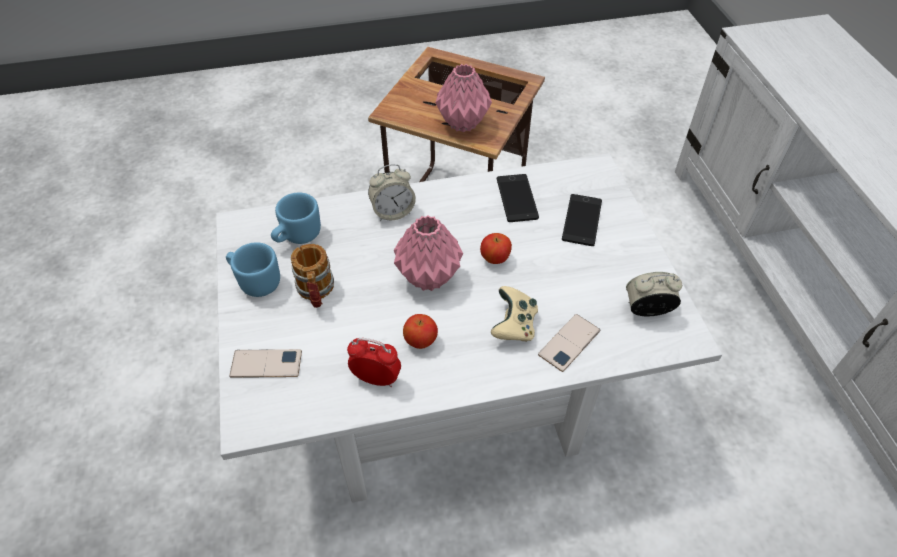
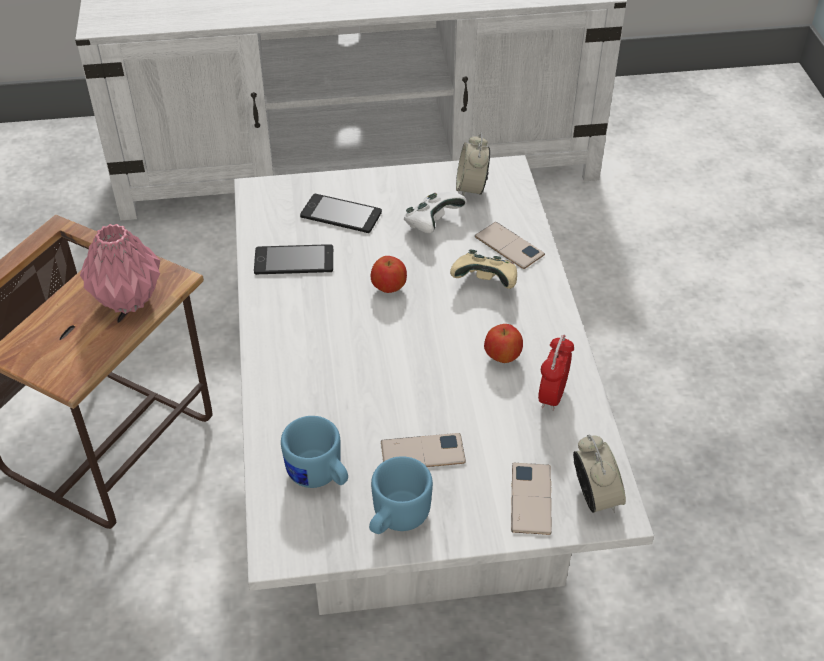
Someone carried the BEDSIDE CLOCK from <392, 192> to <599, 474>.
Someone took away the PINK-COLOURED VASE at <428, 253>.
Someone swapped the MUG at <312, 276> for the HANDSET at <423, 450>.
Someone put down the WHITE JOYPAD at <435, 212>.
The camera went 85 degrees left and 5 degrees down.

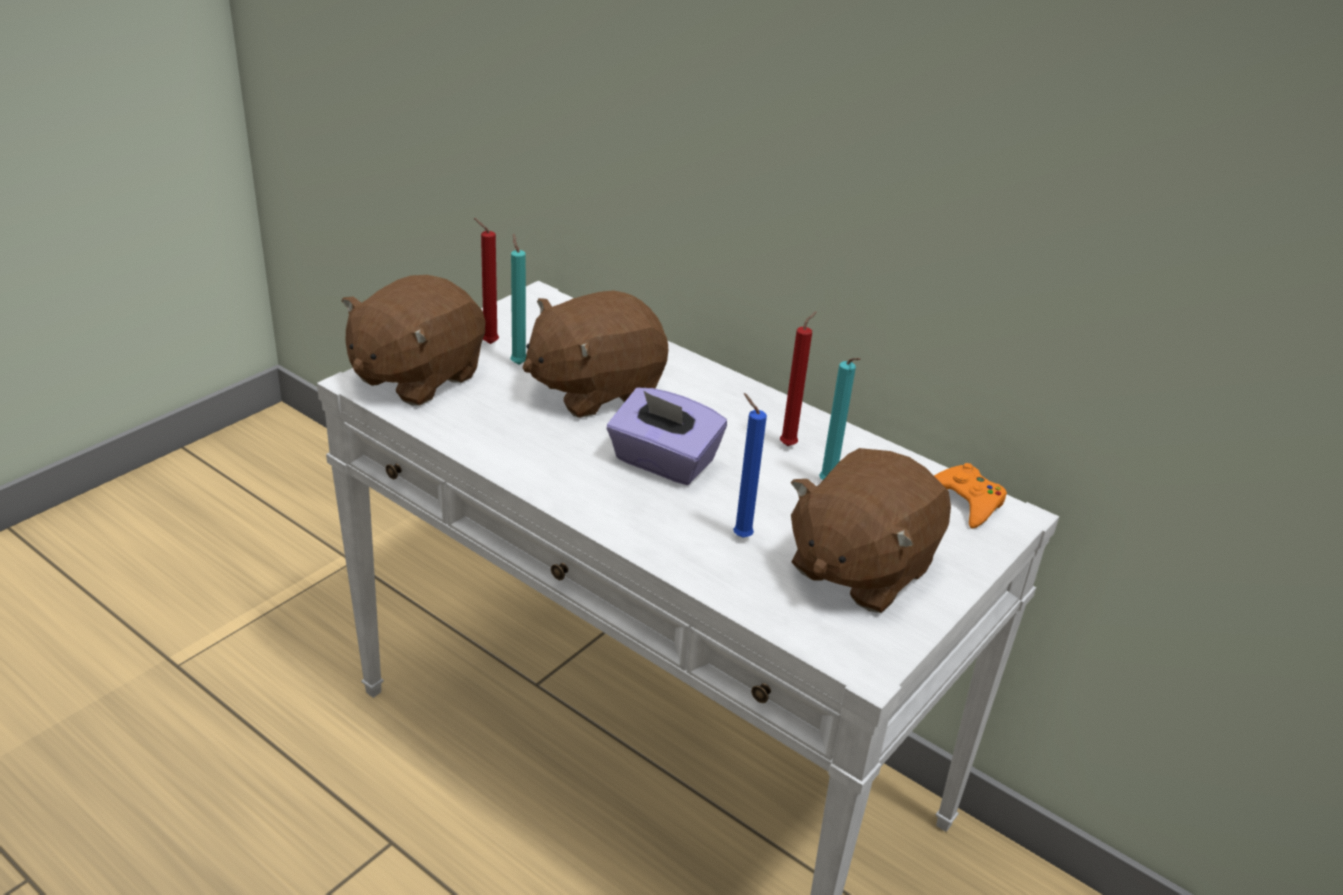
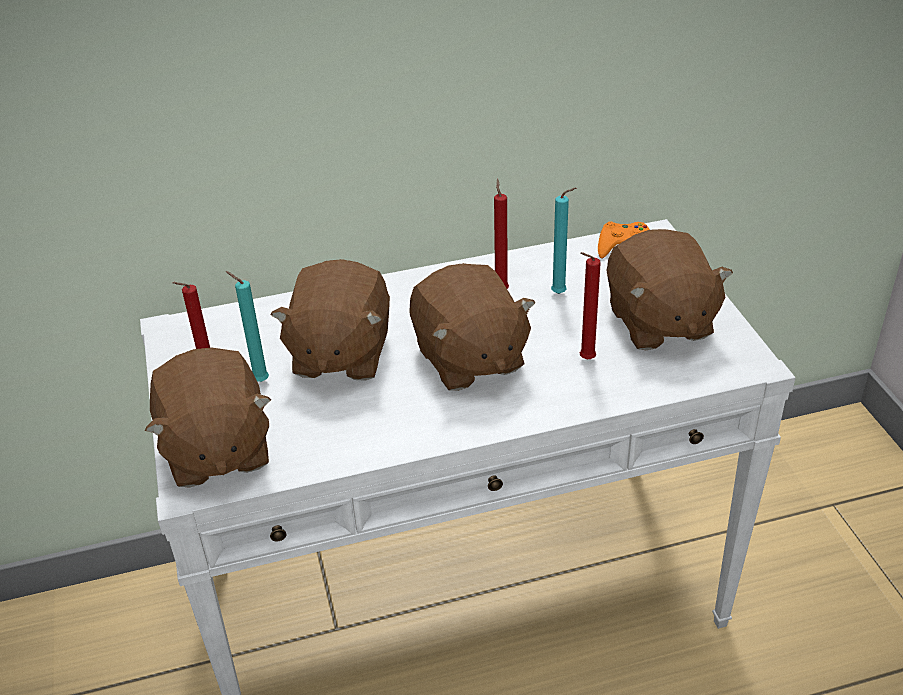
Someone swapped the PURPLISH TISSUE BOX at <667, 436> for the BROWN SOFT TOY at <472, 327>.
Someone repainted the BLUE WAX CANDLE at <750, 465>, which became the RED-COLOURED WAX CANDLE at <590, 306>.
The camera went 50 degrees left and 5 degrees up.

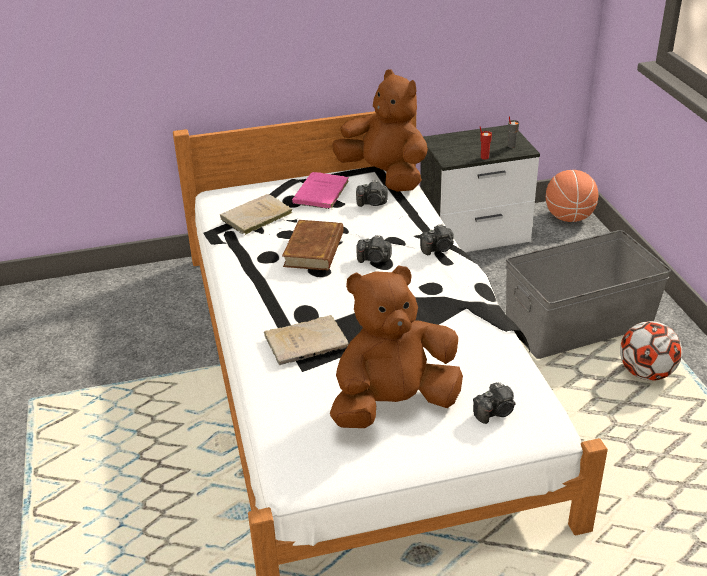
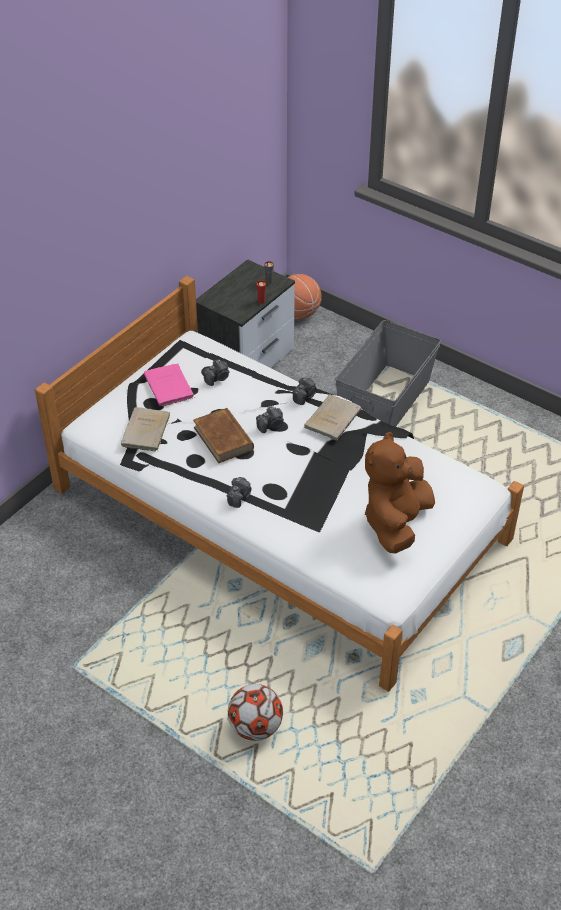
Someone took away the BROWN SOFT TOY at <380, 130>.
Someone carried the BEIGE-COLOURED BOOK from <306, 340> to <332, 418>.
Someone carried the FOOTBALL BALL from <651, 351> to <255, 712>.
Someone carried the STILL CAMERA from <494, 403> to <239, 492>.
The camera went 40 degrees left and 10 degrees up.

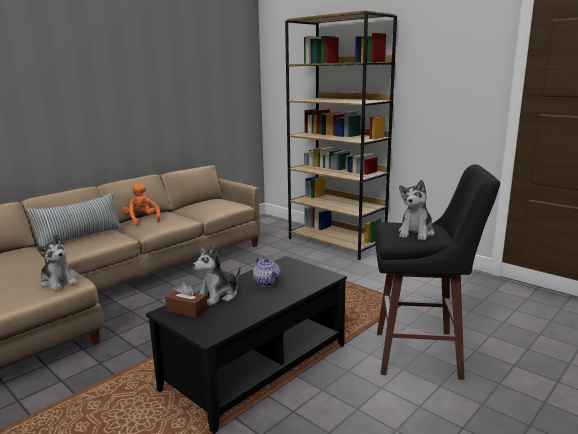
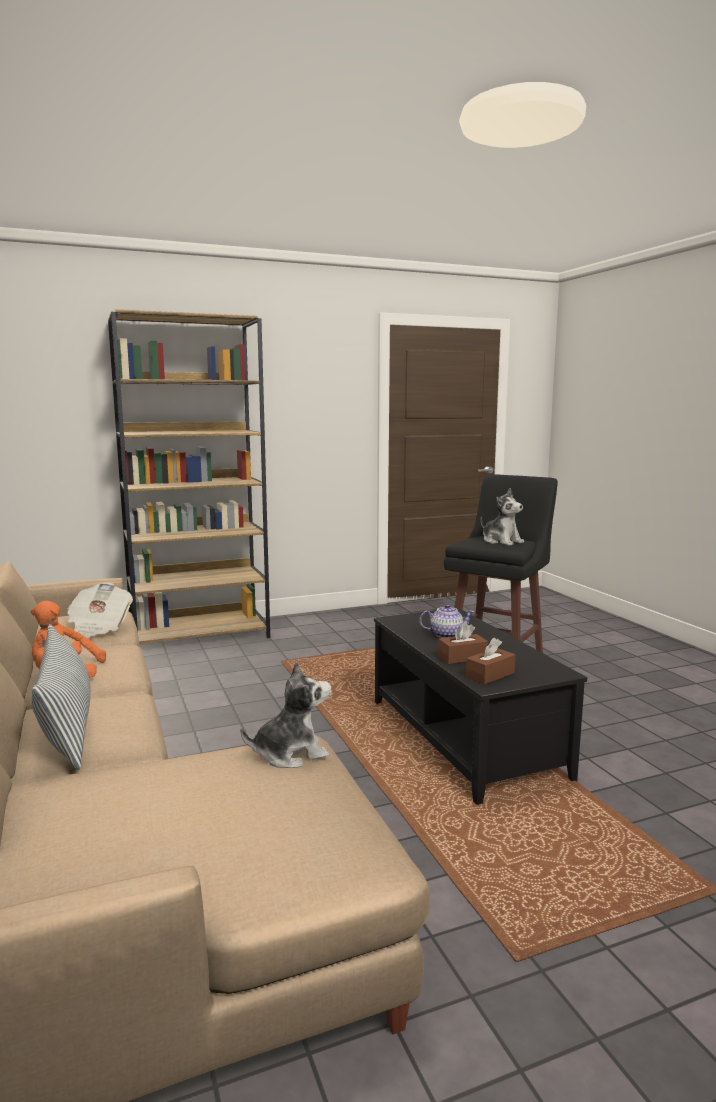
Someone swapped the SOFT TOY at <217, 275> for the BROWN TISSUE BOX at <463, 643>.
Someone put down the DAILY PAPER at <100, 610>.
The camera went 65 degrees left and 5 degrees down.

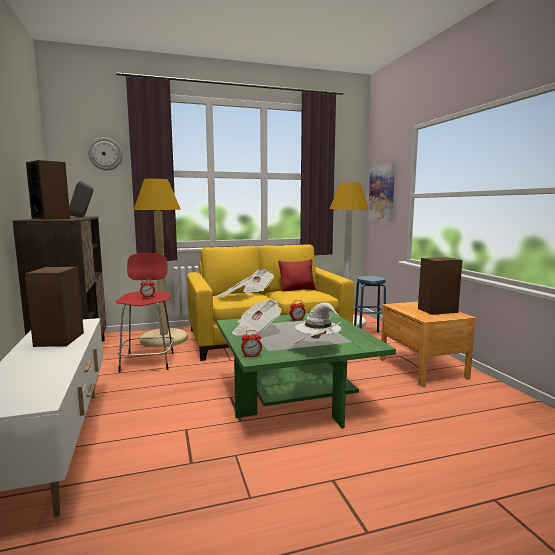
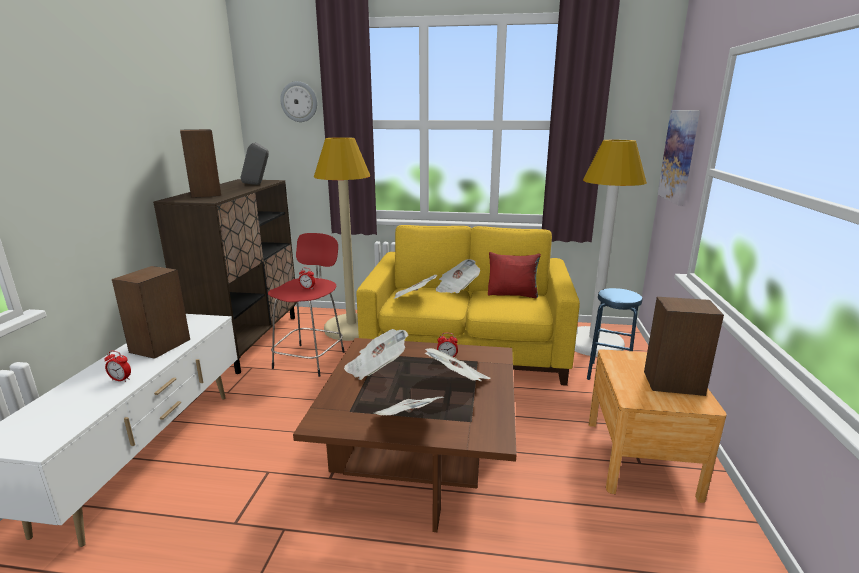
Someone swapped the WHITE WEARABLE HAT at <318, 318> for the DAILY PAPER at <458, 364>.
Someone repainted the GREEN COFFEE TABLE at <306, 369>, which became the BROWN COFFEE TABLE at <405, 435>.
Someone carried the BEDSIDE CLOCK from <251, 344> to <117, 366>.
The camera went 25 degrees right and 10 degrees up.

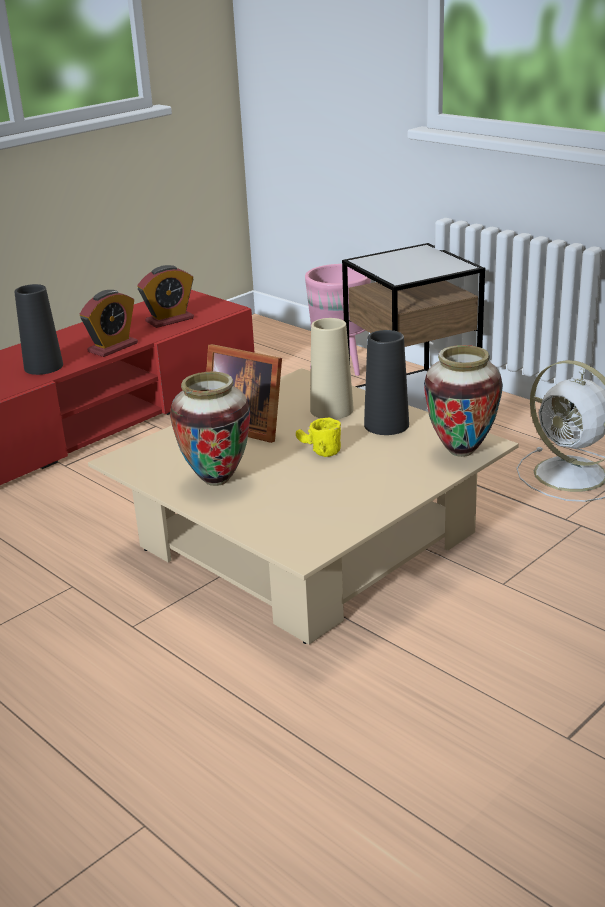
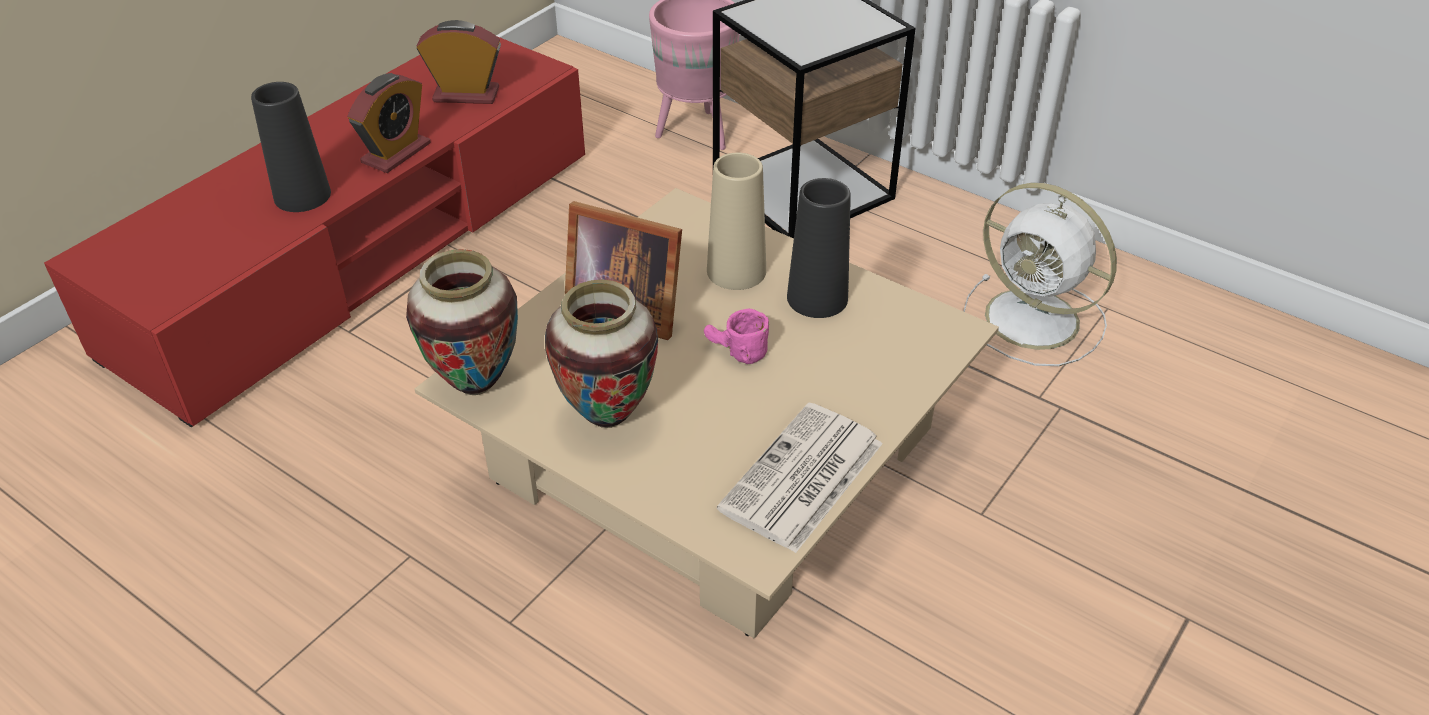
Someone rotated the BEDSIDE CLOCK at <165, 296> by 135 degrees counterclockwise.
Someone carried the VASE from <463, 401> to <462, 322>.
Someone repainted the YELLOWISH MUG at <318, 437>, which became the PINK-COLOURED MUG at <736, 336>.
Someone put down the DAILY PAPER at <800, 477>.
The camera went 10 degrees left and 15 degrees up.

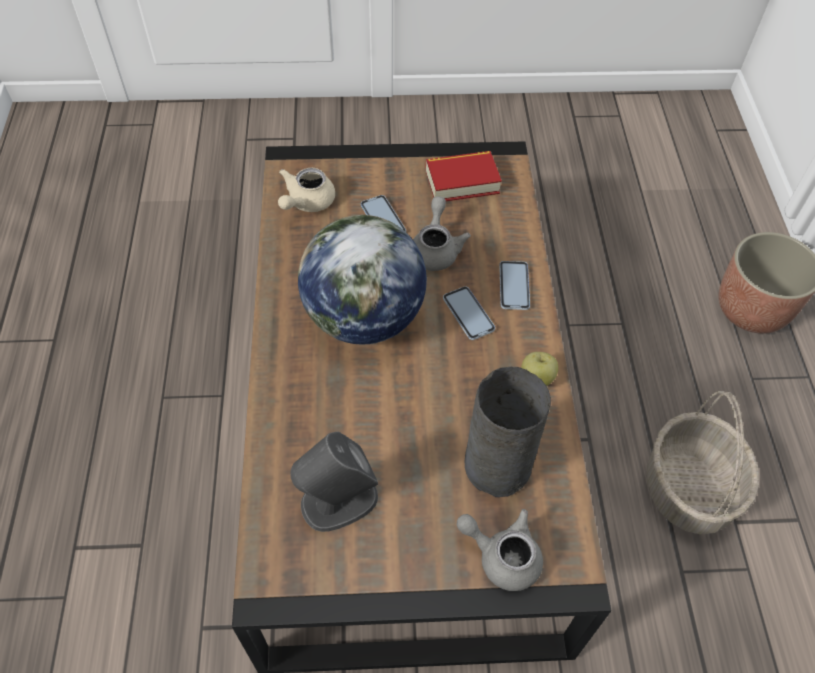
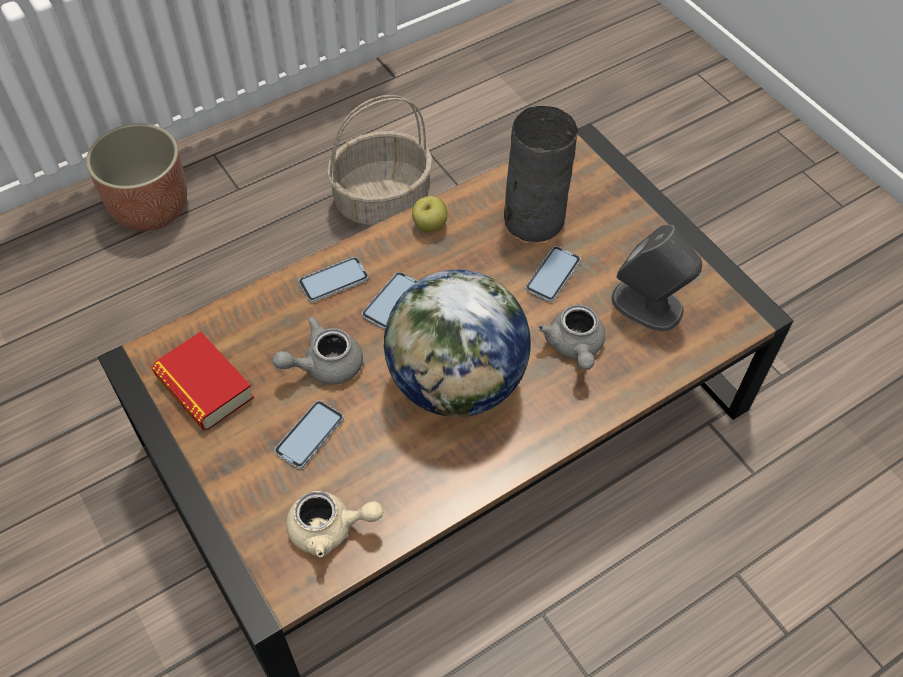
Someone carried the GREYISH TEA POT from <500, 550> to <571, 337>.
Someone put down the HANDSET at <553, 274>.
The camera went 120 degrees left and 0 degrees up.

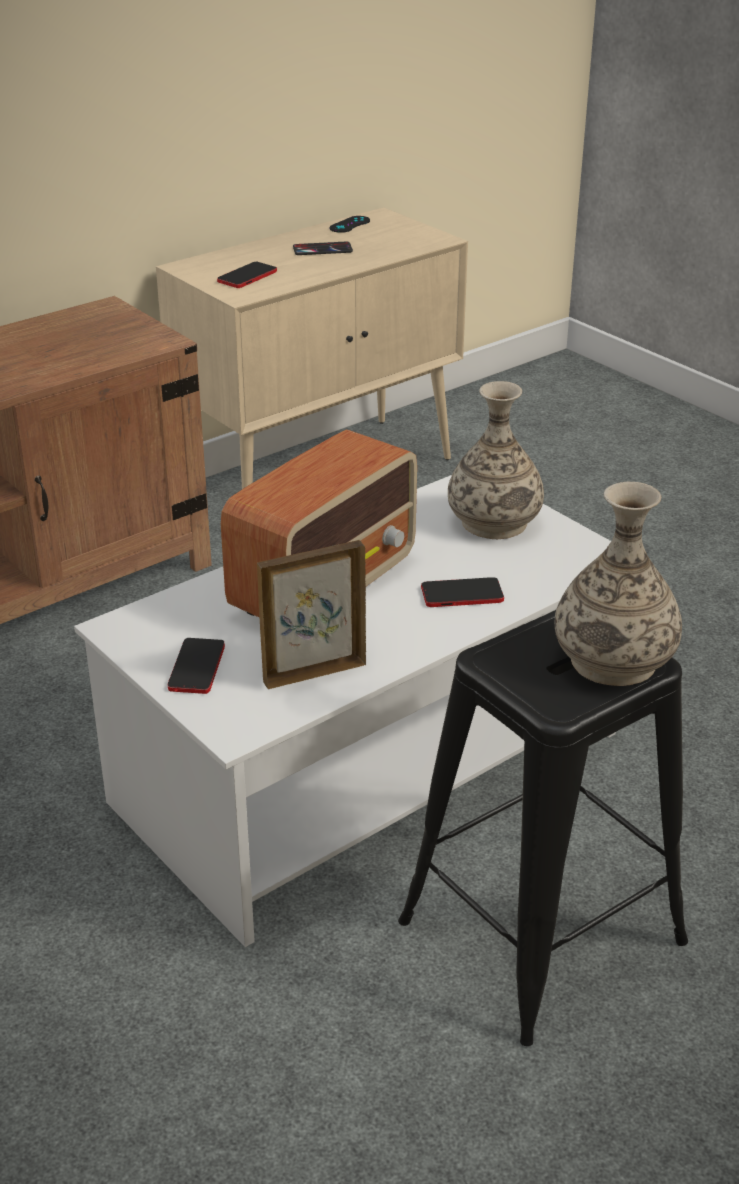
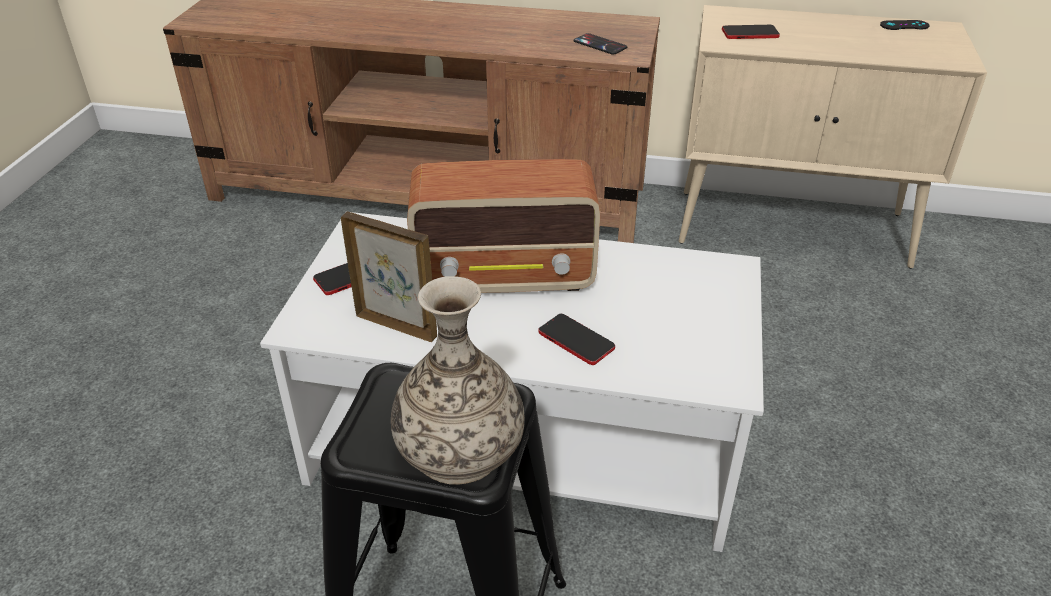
Someone carried the HANDSET from <323, 248> to <600, 44>.
Someone took away the VASE at <496, 460>.
The camera went 50 degrees right and 5 degrees up.

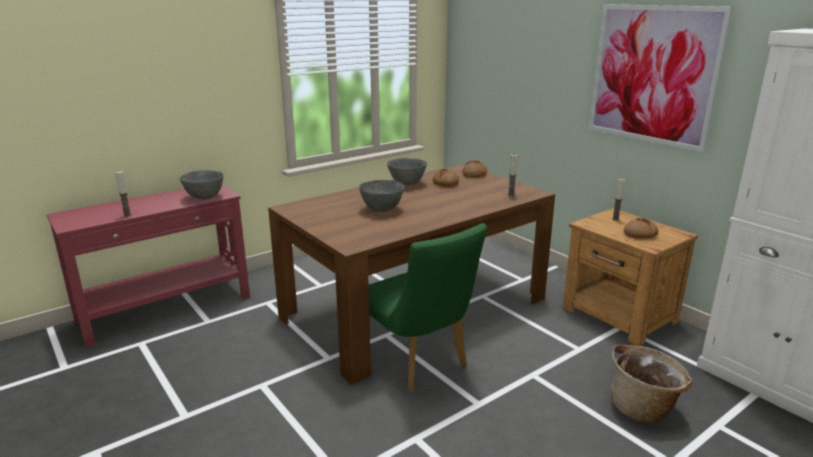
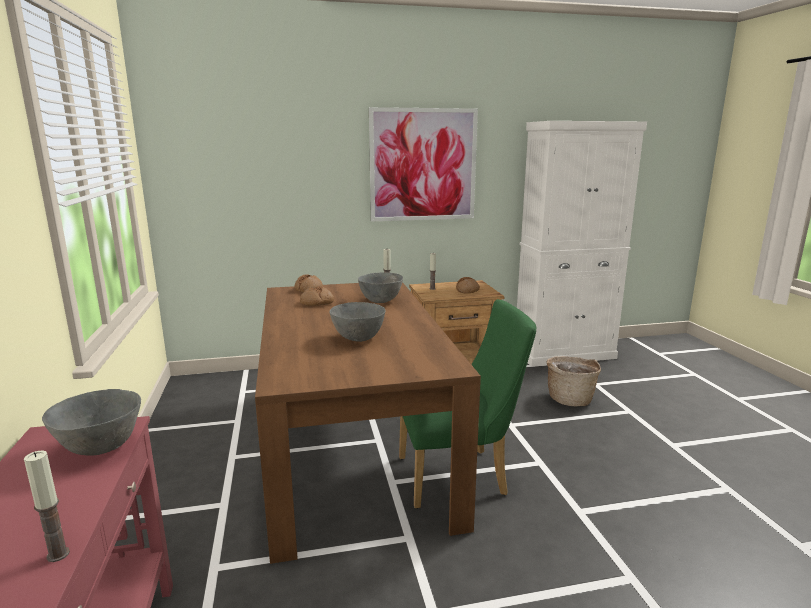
Someone carried the GREYISH DEEP DISH from <407, 171> to <380, 287>.
The camera went 65 degrees left and 5 degrees down.

